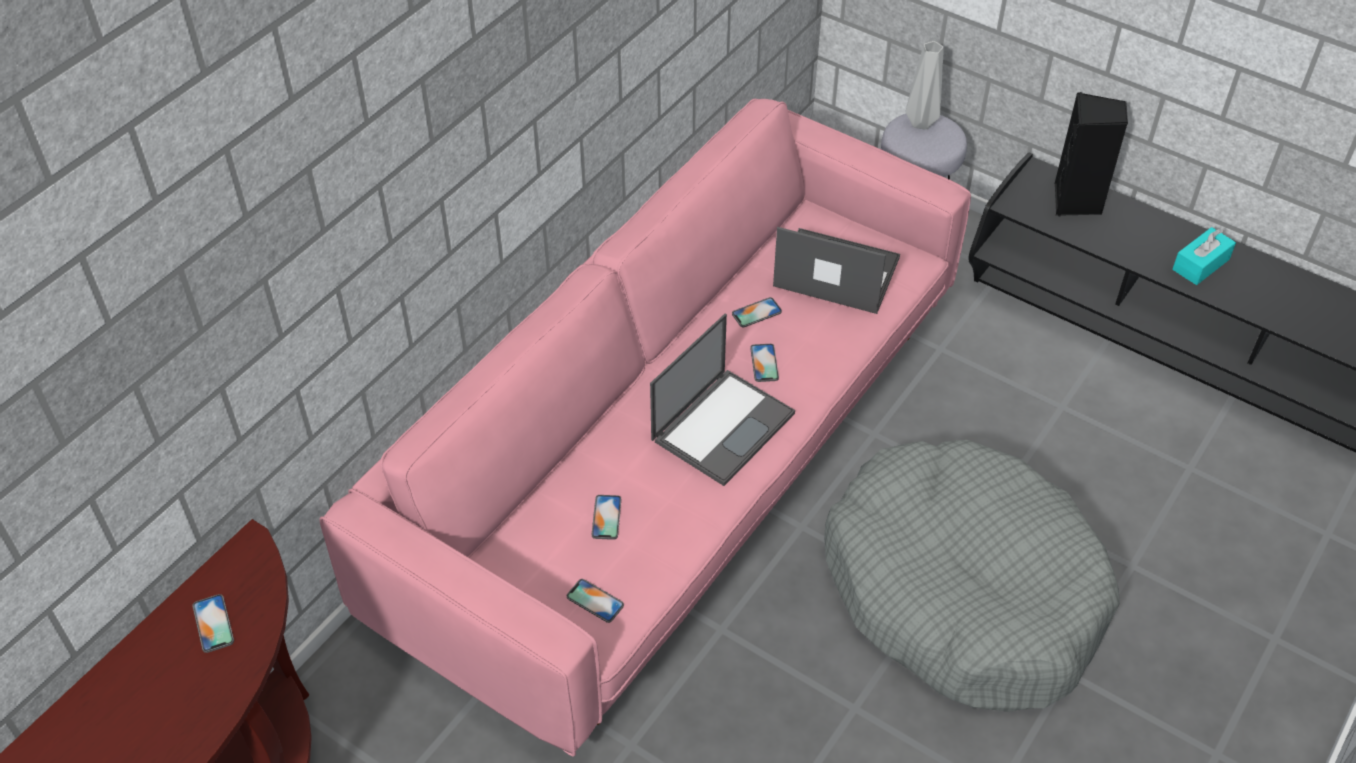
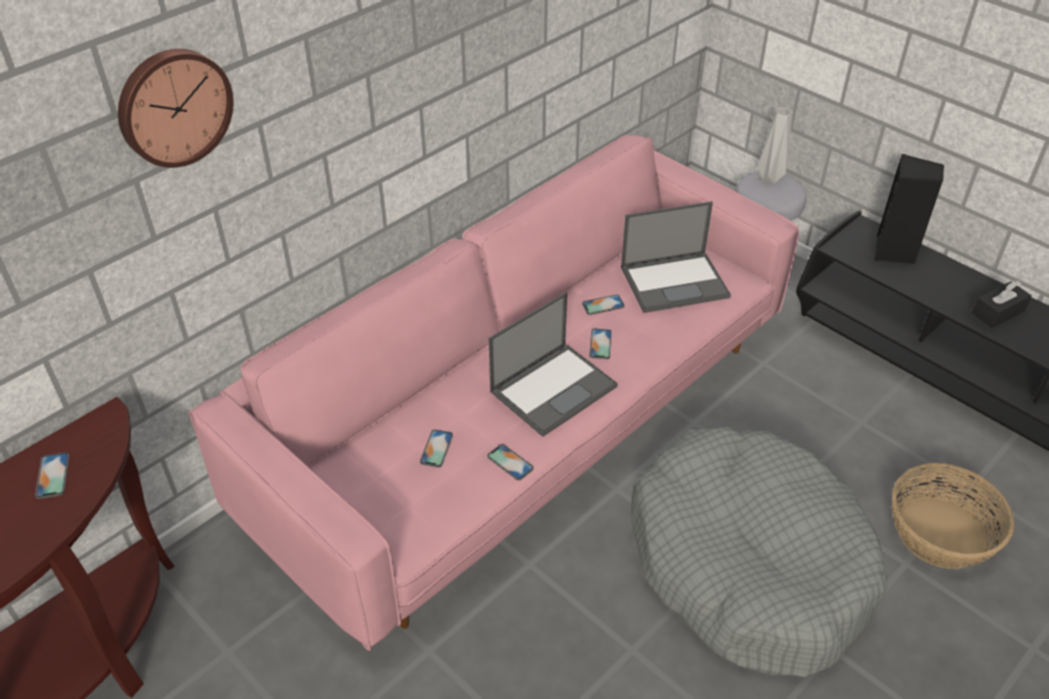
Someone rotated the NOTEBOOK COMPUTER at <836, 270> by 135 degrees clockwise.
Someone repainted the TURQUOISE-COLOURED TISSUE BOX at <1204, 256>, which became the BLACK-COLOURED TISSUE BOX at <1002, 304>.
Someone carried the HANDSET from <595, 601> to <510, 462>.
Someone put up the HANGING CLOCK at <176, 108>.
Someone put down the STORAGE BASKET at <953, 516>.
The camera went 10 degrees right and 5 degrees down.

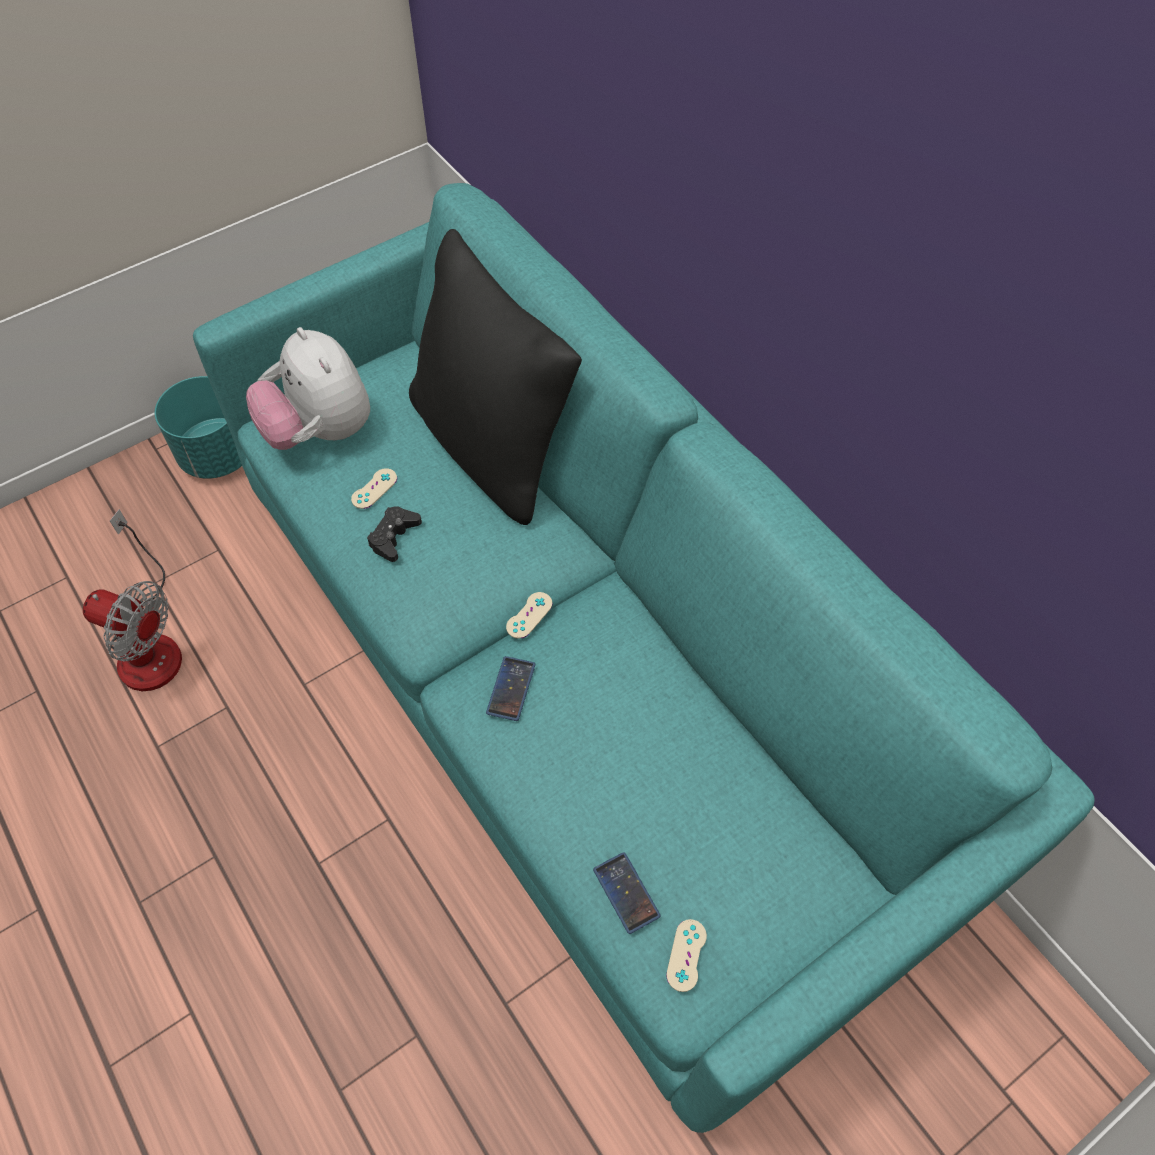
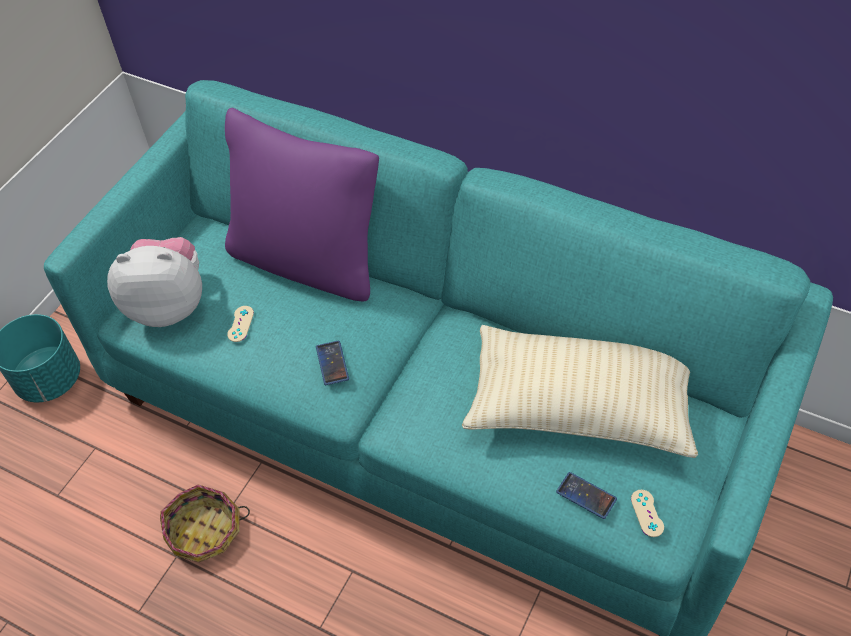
Someone repainted the BLACK-COLOURED PILLOW at <495, 377>, which became the PURPLISH PILLOW at <302, 204>.
Someone rotated the SOFT TOY at <308, 388> by 150 degrees clockwise.
Someone took away the BLACK-COLOURED JOYPAD at <394, 534>.
Someone took away the FAN at <132, 600>.
Someone took away the BEIGE-COLOURED JOYPAD at <529, 615>.
Someone carried the HANDSET from <510, 688> to <332, 362>.
Someone put down the BEIGE-COLOURED PILLOW at <580, 391>.
Someone put down the STORAGE BASKET at <205, 523>.
The camera went 25 degrees left and 5 degrees down.

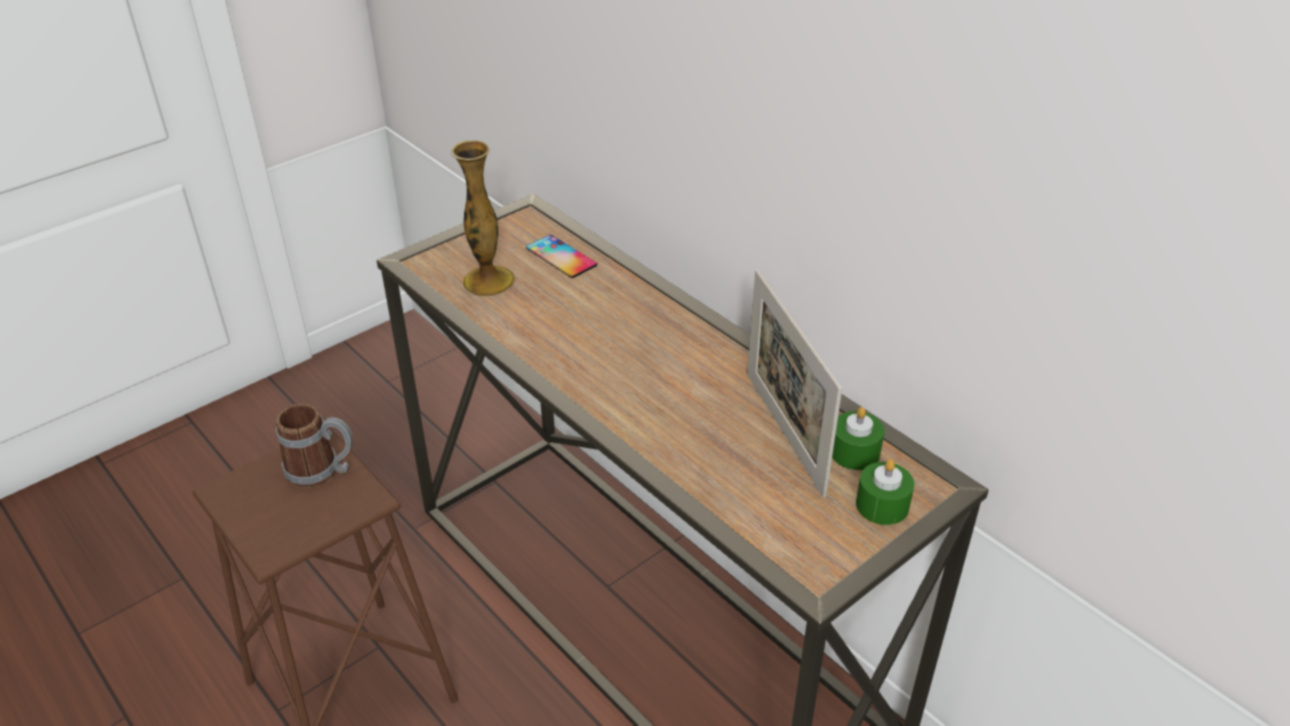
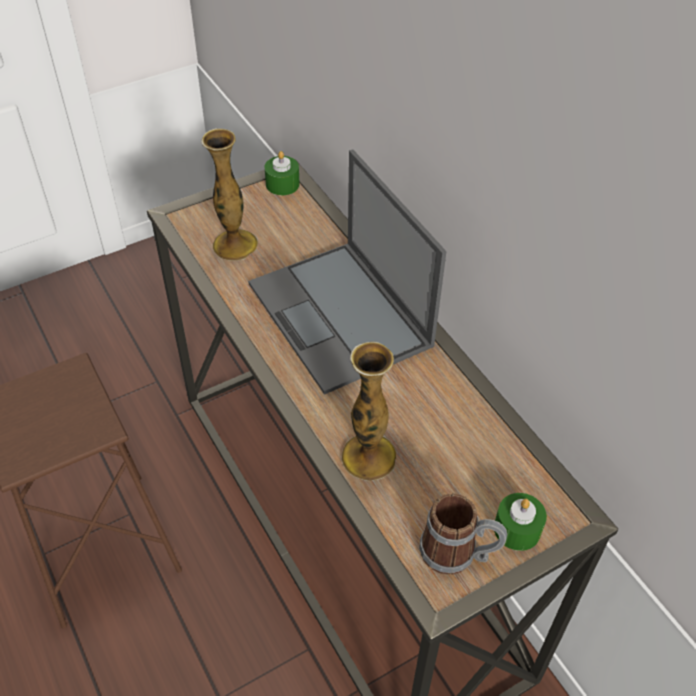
Someone took away the HANDSET at <561, 256>.
Someone took away the PICTURE FRAME at <794, 383>.
Someone carried the MUG from <314, 446> to <463, 534>.
Someone carried the GREEN WAX CANDLE from <858, 438> to <282, 173>.
Someone put down the NOTEBOOK COMPUTER at <347, 272>.
Someone put down the VASE at <369, 411>.
The camera went 10 degrees right and 10 degrees up.

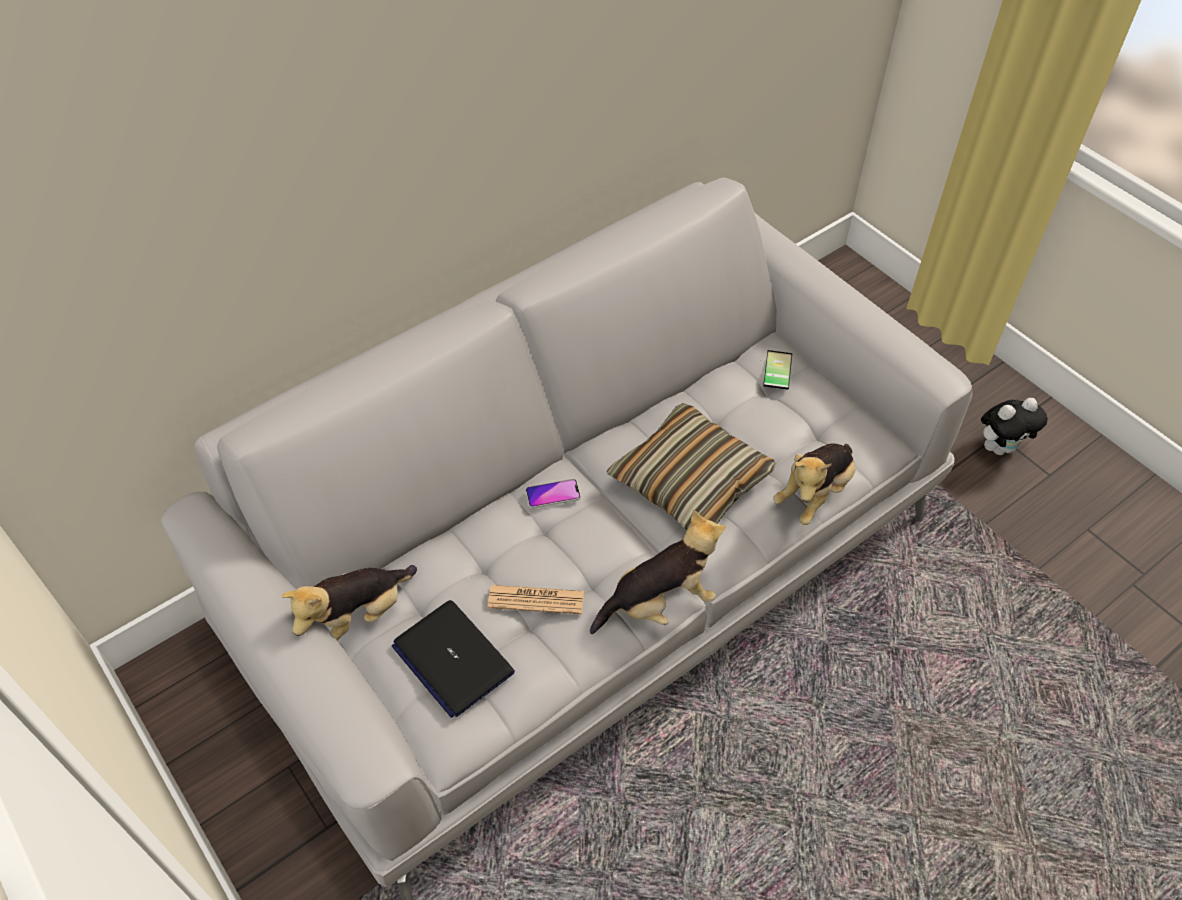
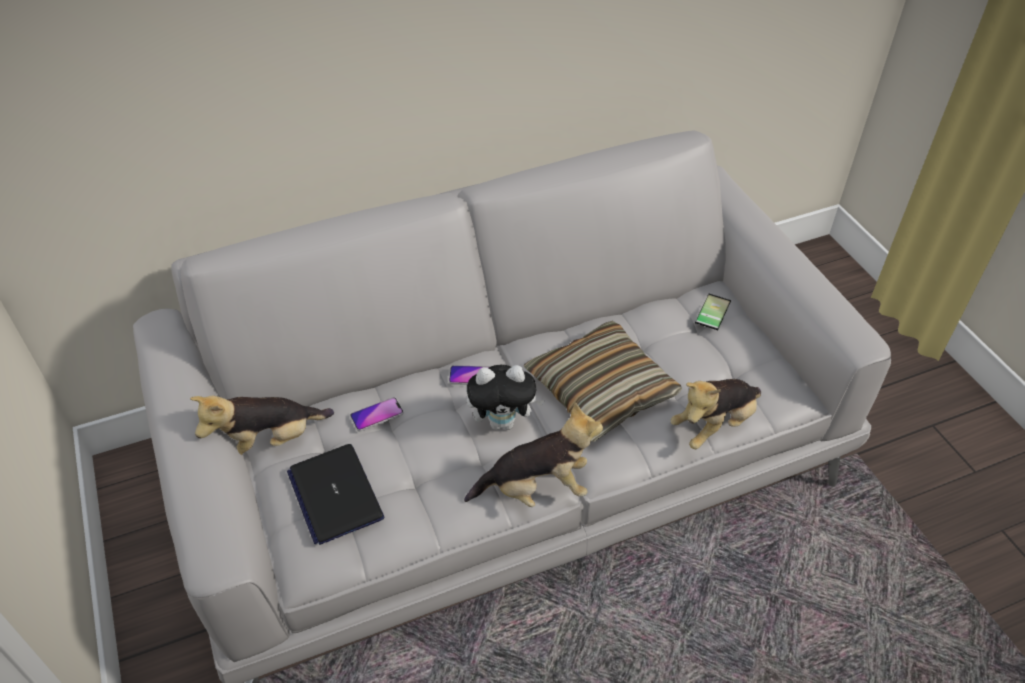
Someone carried the SOFT TOY from <1014, 426> to <506, 397>.
Someone took away the DAILY PAPER at <536, 599>.
Someone put down the HANDSET at <377, 414>.
The camera went 15 degrees right and 5 degrees down.

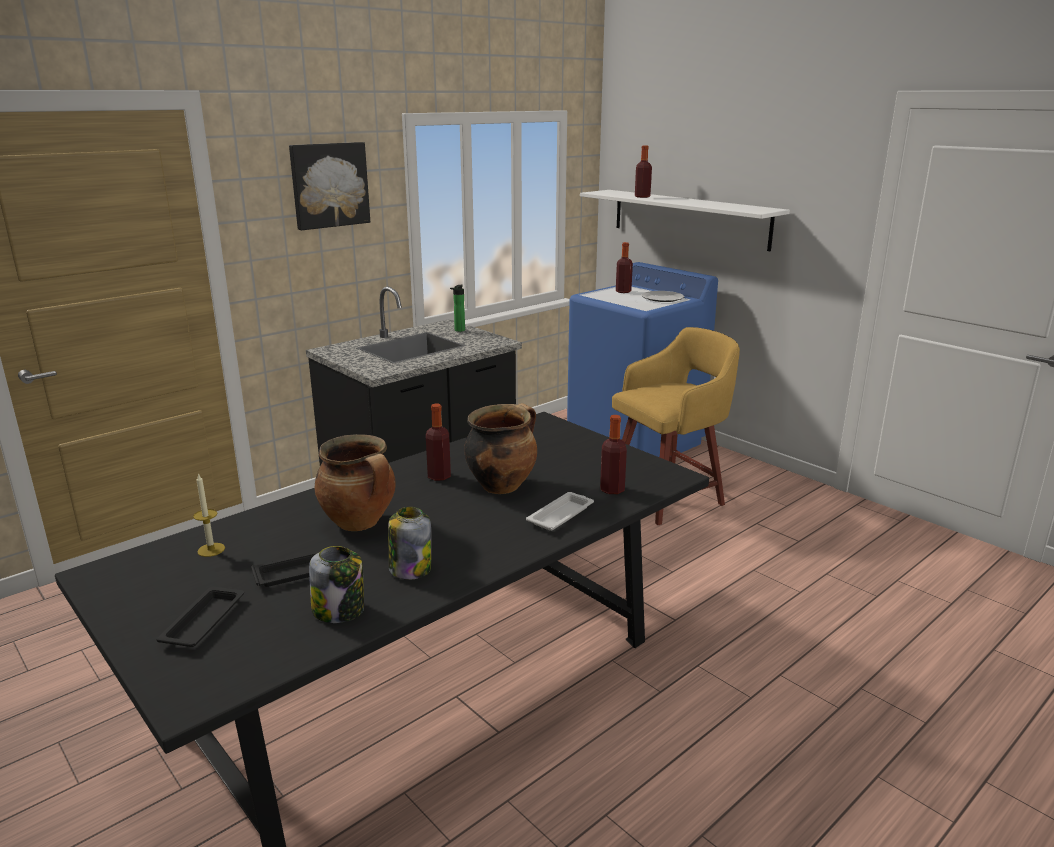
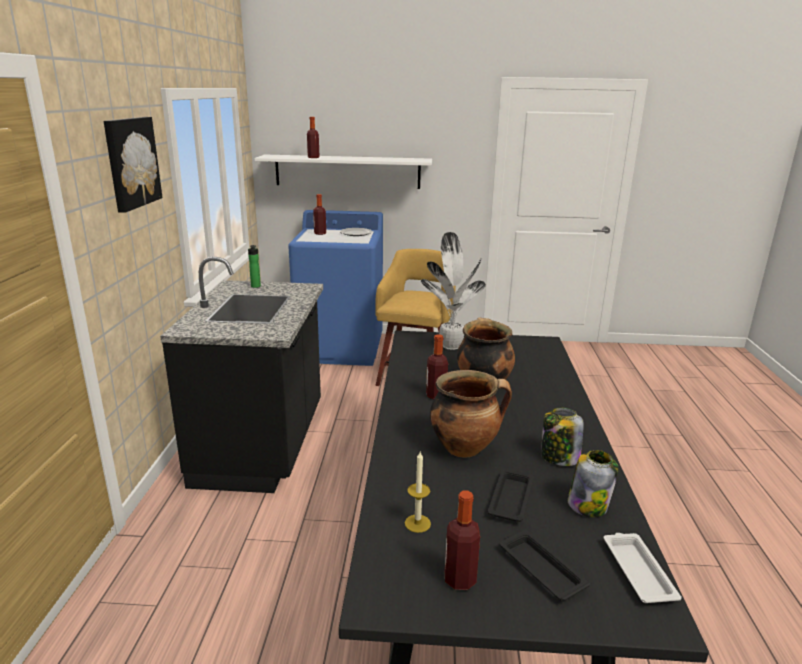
Someone carried the DRINK BOTTLE from <613, 454> to <462, 540>.
Someone carried the WHITE TRAY from <560, 511> to <643, 568>.
Someone put down the PLANT IN A POT at <453, 291>.
The camera went 45 degrees left and 0 degrees up.

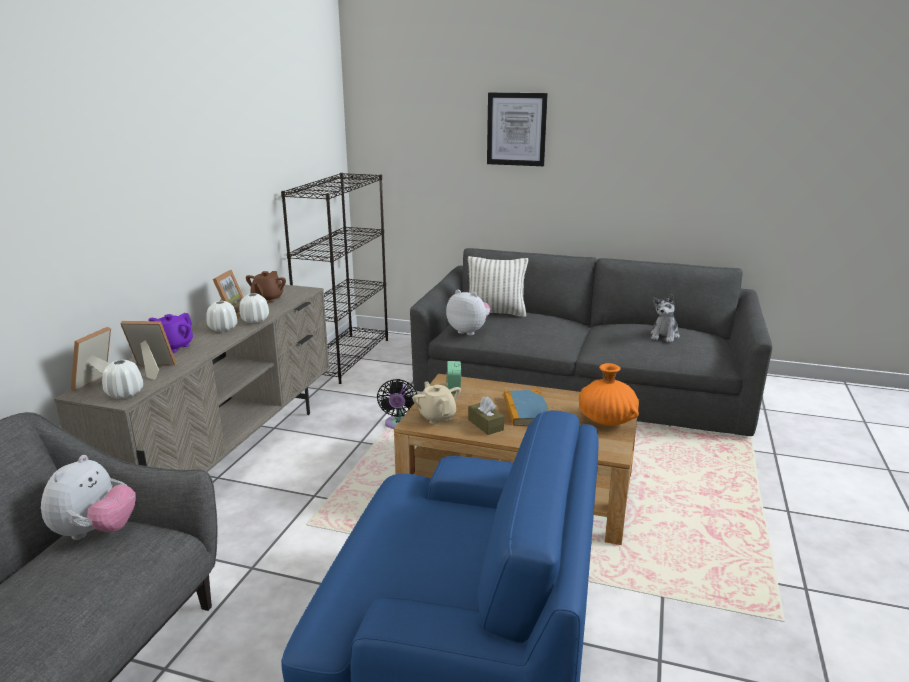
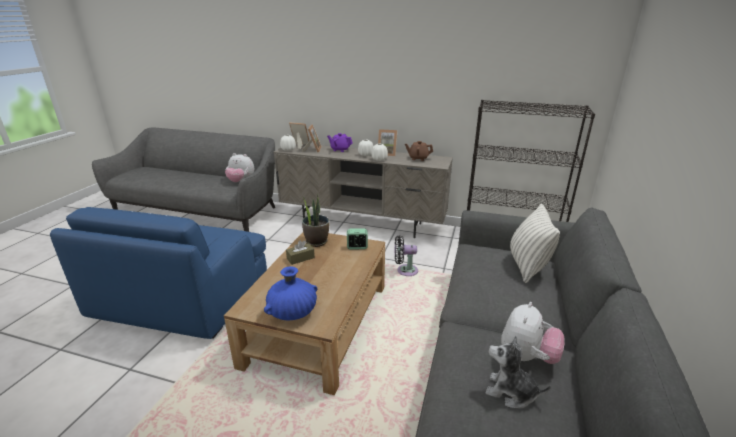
Someone took away the WALL ART at <517, 129>.
Someone carried the SOFT TOY from <468, 313> to <533, 333>.
Someone repainted the ORANGEY VASE at <609, 394>, which became the BLUE VASE at <290, 293>.
Someone swapped the BEIGE-COLOURED TEA POT at <437, 402> for the PLANT IN A POT at <315, 220>.
Someone took away the BOOK at <526, 408>.
The camera went 90 degrees right and 5 degrees up.

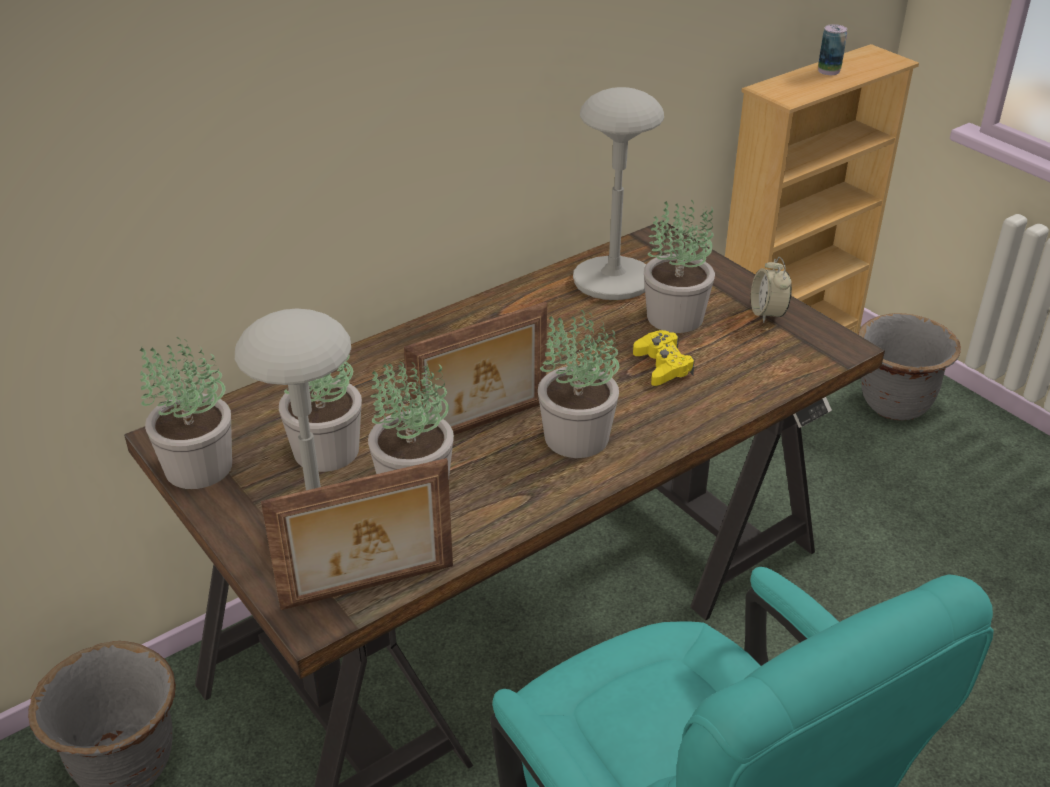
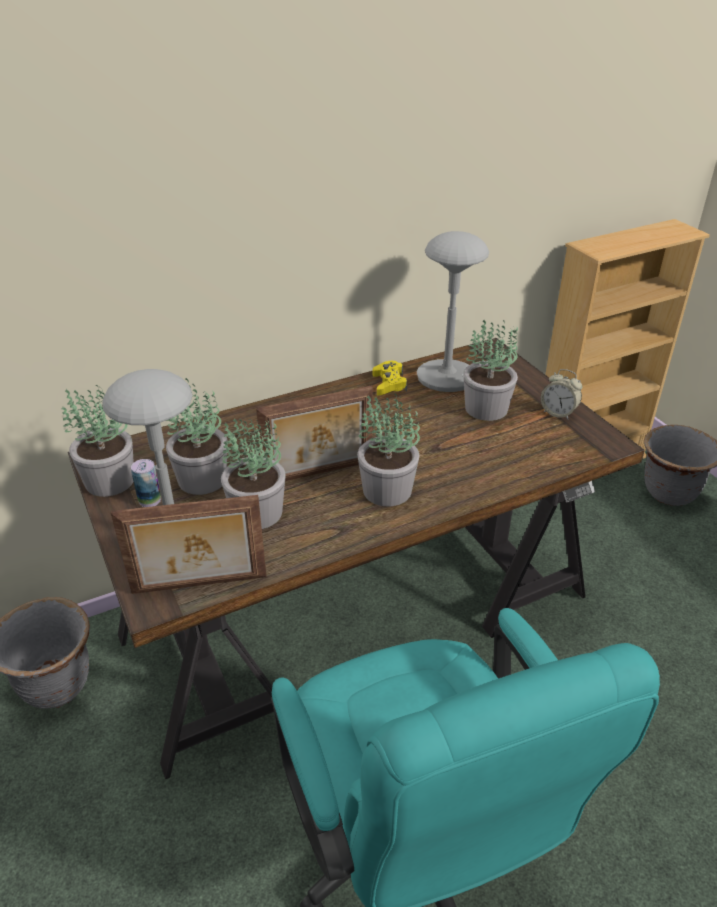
Someone carried the SEALED CAN from <832, 49> to <146, 483>.
Someone rotated the BEDSIDE CLOCK at <771, 290> by 60 degrees counterclockwise.
Someone carried the YELLOWISH JOYPAD from <663, 358> to <389, 378>.
The camera went 10 degrees right and 0 degrees up.

